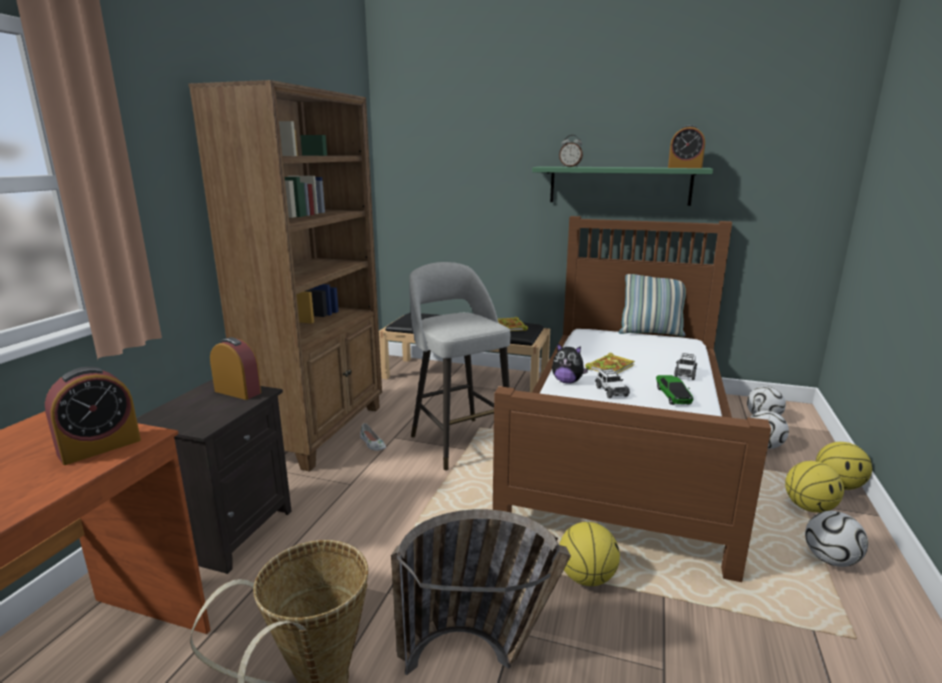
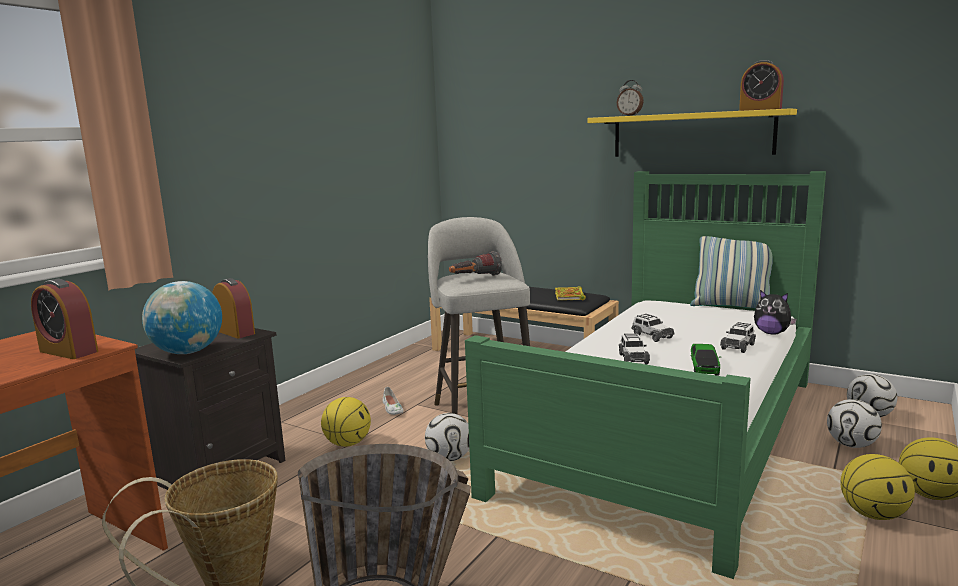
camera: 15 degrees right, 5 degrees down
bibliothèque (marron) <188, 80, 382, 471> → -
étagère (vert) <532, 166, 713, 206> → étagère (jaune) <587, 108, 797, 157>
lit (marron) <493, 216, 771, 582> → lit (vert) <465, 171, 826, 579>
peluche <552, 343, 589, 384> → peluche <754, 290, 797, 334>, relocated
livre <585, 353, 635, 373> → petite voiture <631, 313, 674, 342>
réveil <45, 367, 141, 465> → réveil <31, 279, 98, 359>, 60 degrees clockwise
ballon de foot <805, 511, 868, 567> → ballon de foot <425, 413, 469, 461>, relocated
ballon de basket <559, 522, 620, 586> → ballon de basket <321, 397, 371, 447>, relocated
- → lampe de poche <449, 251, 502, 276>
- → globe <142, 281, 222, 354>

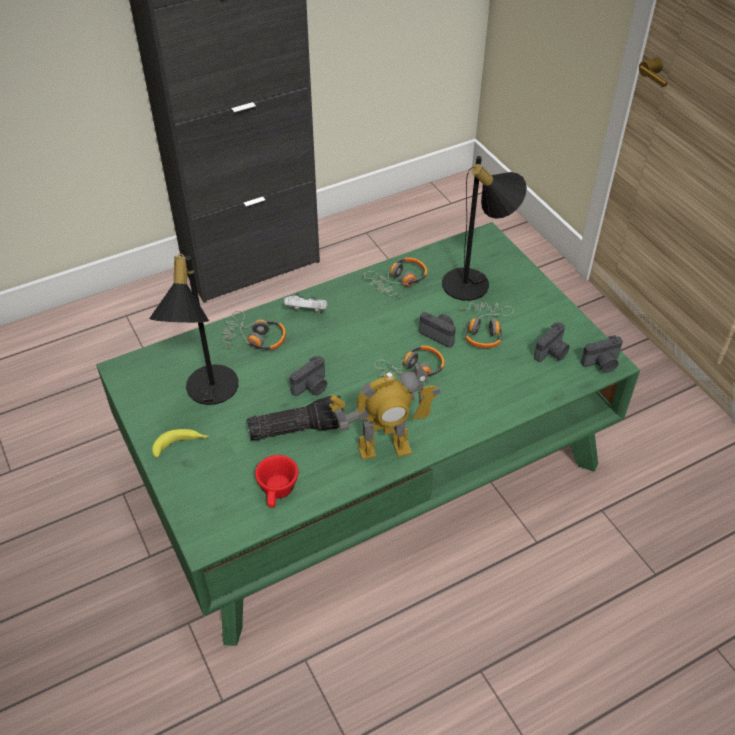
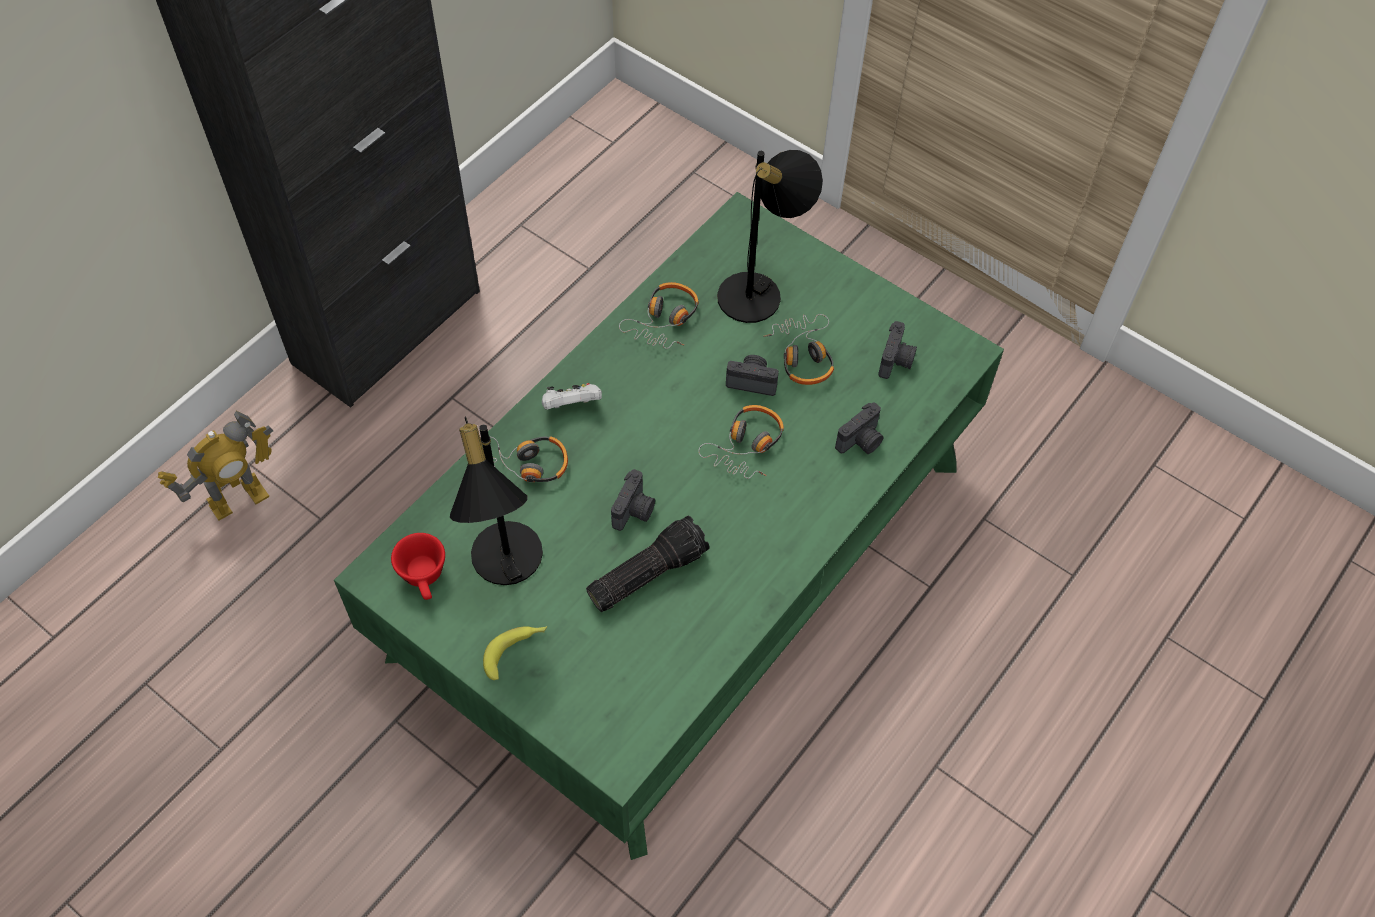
camera: 25 degrees left, 10 degrees up
appareil photo <581, 335, 623, 373> → appareil photo <835, 403, 884, 454>, relocated
robot jouet <329, 362, 441, 460> → robot jouet <158, 411, 273, 521>, relocated
tasse (rouge) <255, 455, 298, 508> → tasse (rouge) <391, 533, 445, 600>, relocated

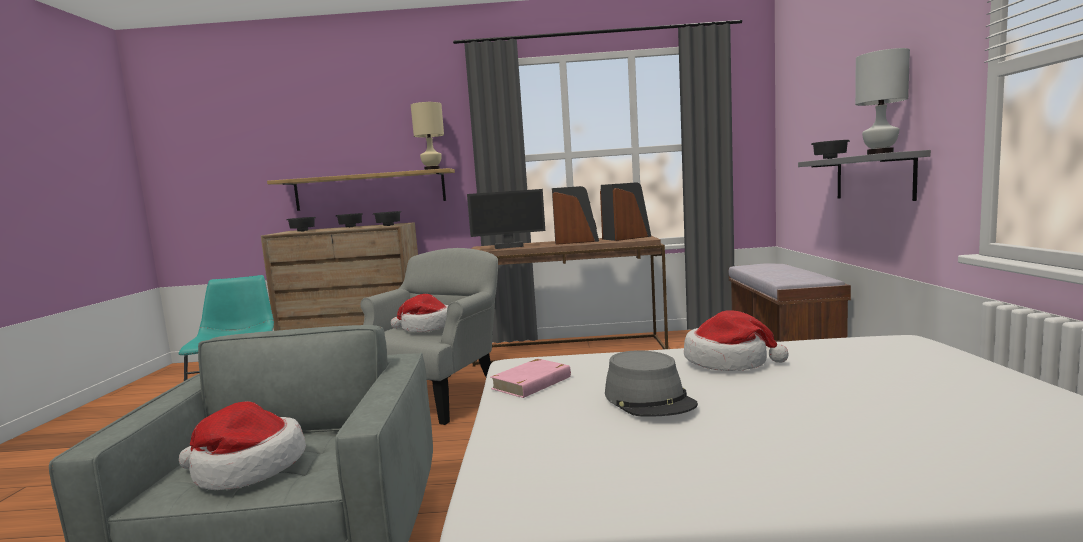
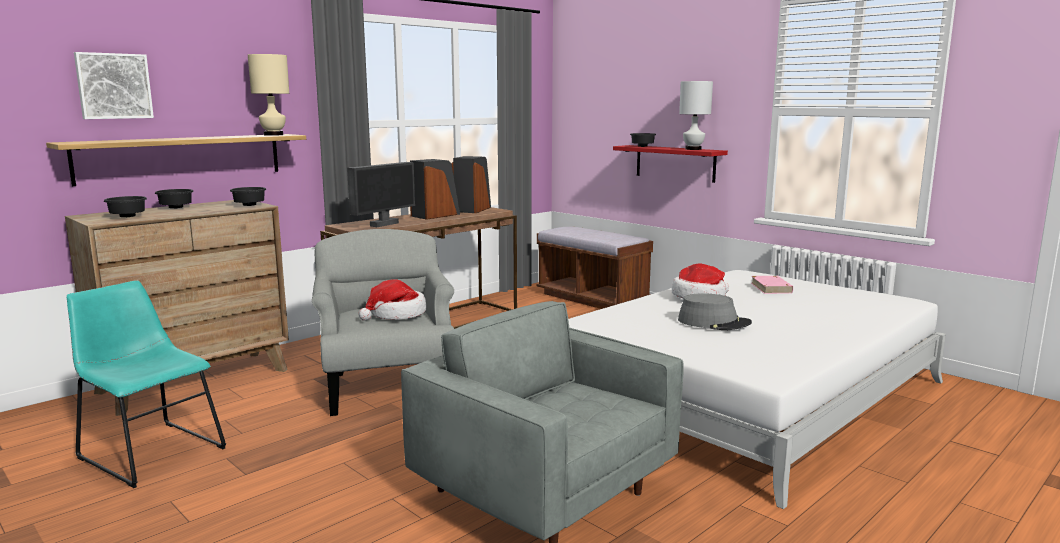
camera: 45 degrees left, 5 degrees up
étagère (gris) <798, 150, 931, 201> → étagère (rouge) <613, 145, 728, 183>
livre (rose) <491, 358, 571, 398> → livre (rose) <751, 276, 793, 294>, relocated
chapeau <179, 401, 306, 490> → -
- → tableau <74, 52, 154, 119>

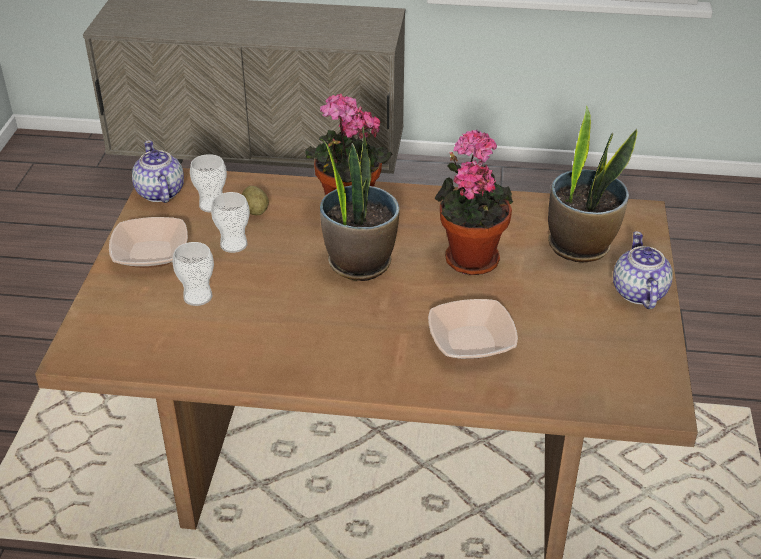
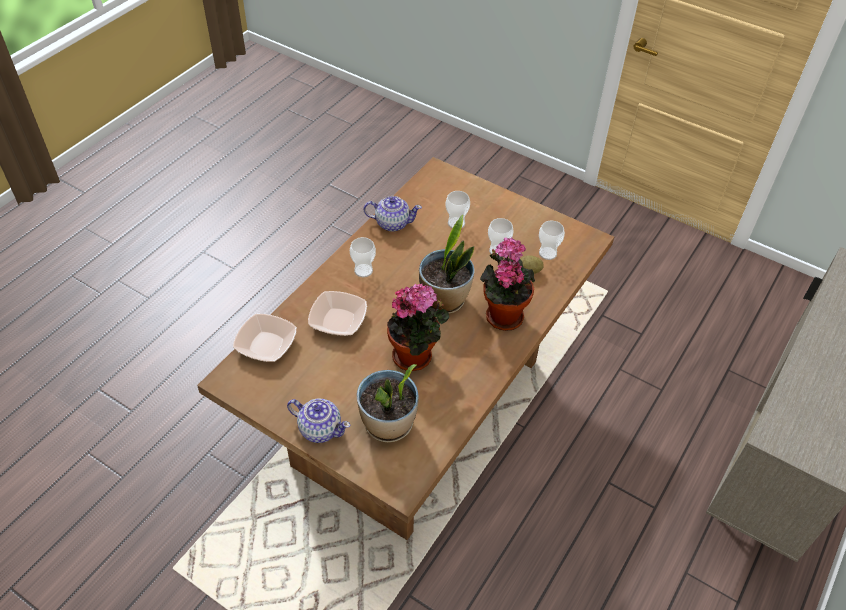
camera: 115 degrees right, 10 degrees up
théière <132, 140, 184, 203> → théière <364, 196, 422, 232>, relocated
bol <109, 217, 188, 268> → bol <233, 314, 297, 362>, relocated
- → tasse <350, 237, 376, 277>

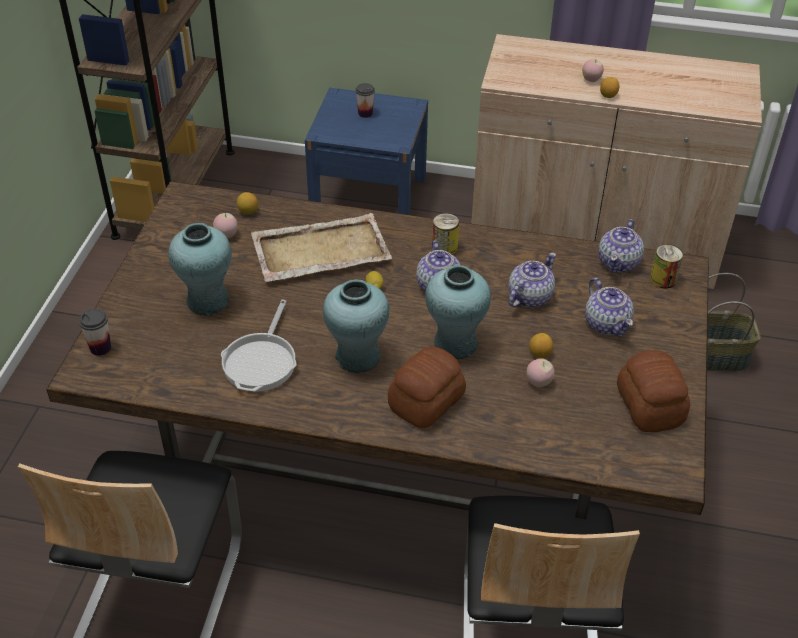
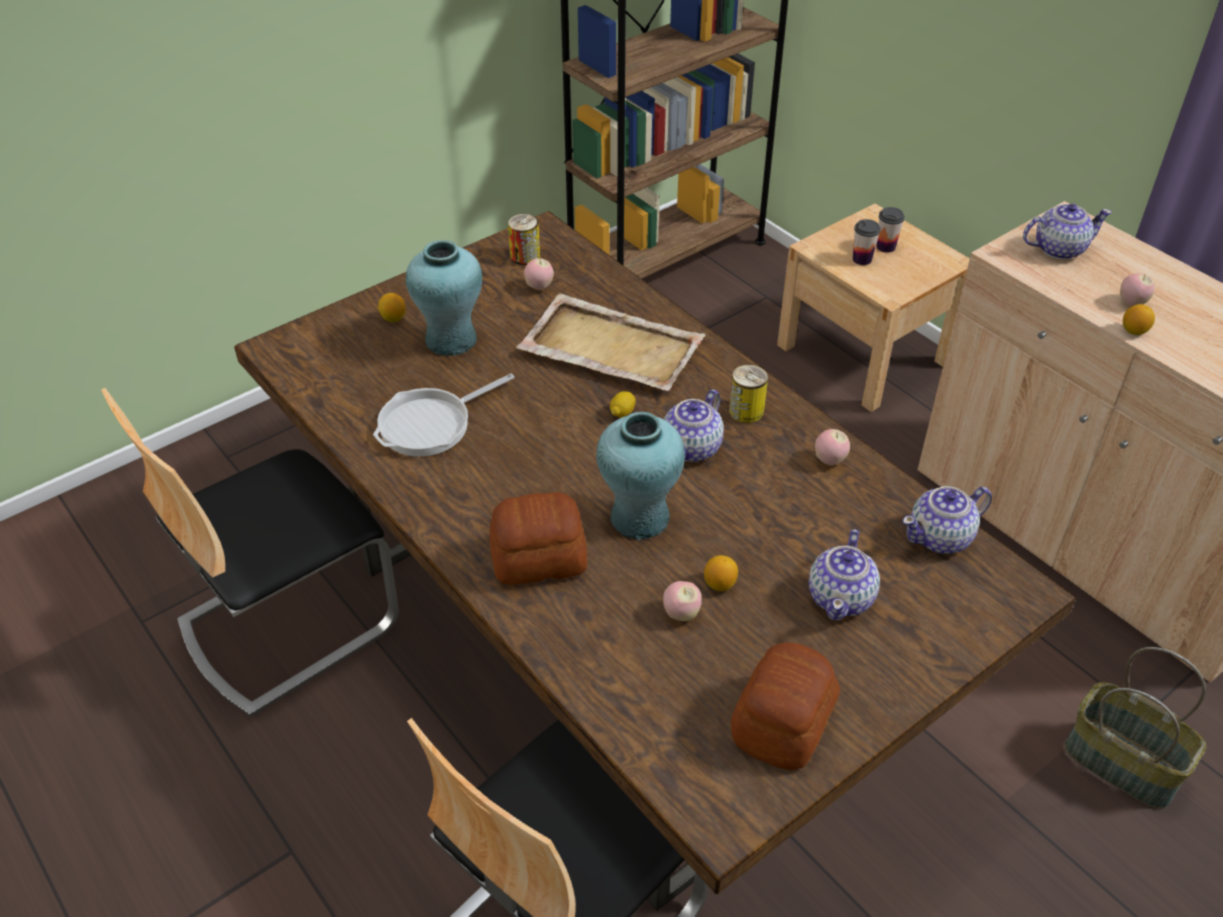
camera: 40 degrees right, 0 degrees up
table de chevet (bleu) <305, 88, 428, 215> → table de chevet (beige) <777, 203, 970, 412>
citron <237, 192, 258, 215> → citron <378, 293, 406, 322>, relocated
boîte métallique <650, 244, 683, 288> → boîte métallique <508, 214, 540, 265>, relocated
théière <508, 252, 556, 307> → théière <1023, 204, 1112, 260>, relocated
vase (turquoise) <323, 280, 389, 373> → -
tasse <79, 308, 111, 356> → tasse <853, 219, 881, 265>, relocated
- → pomme <815, 429, 850, 465>

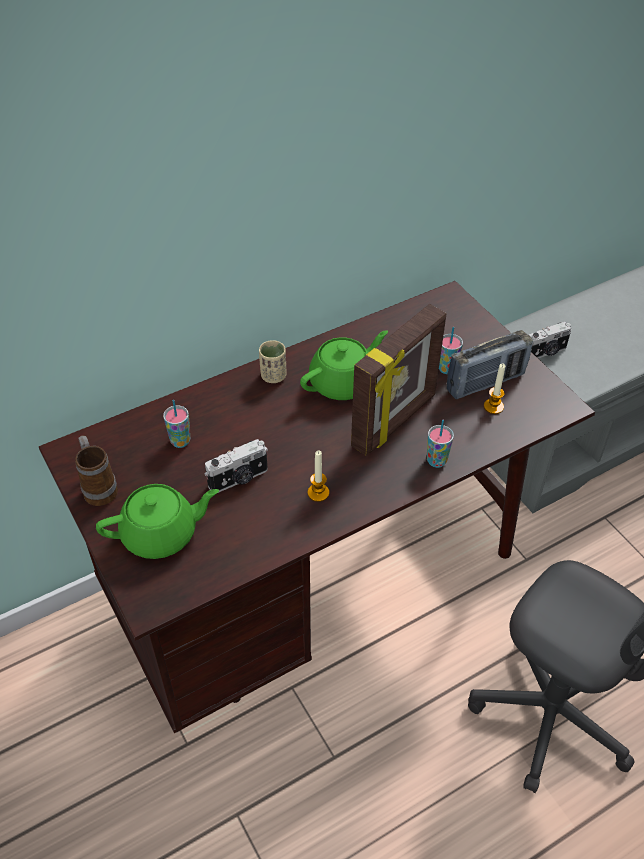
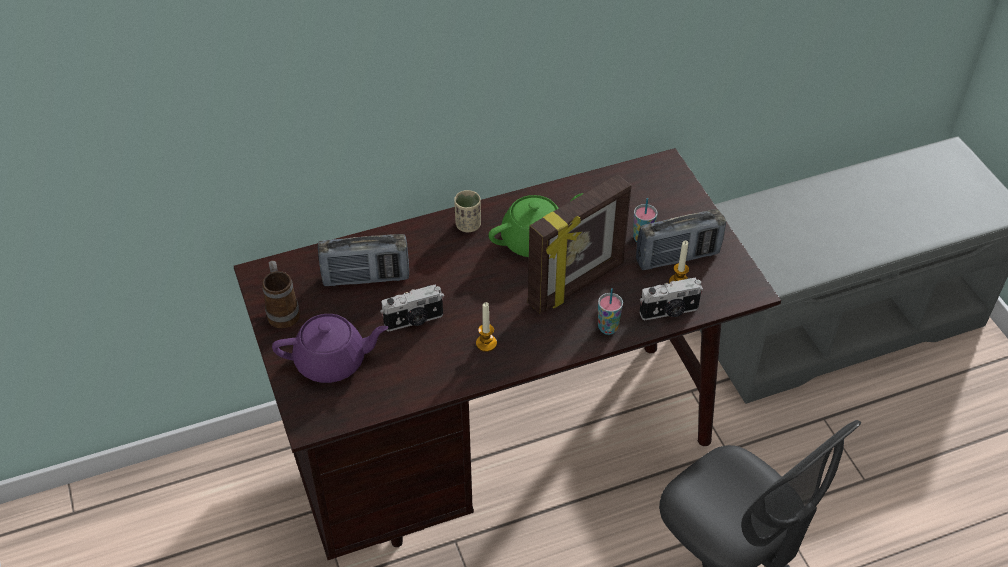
camera: 10 degrees right, 0 degrees up
appareil photo <528, 322, 571, 358> → appareil photo <639, 277, 703, 320>, relocated
tasse <163, 400, 190, 448> → radio <318, 234, 409, 286>
théière (vert) <96, 484, 219, 559> → théière (violet) <272, 314, 389, 383>

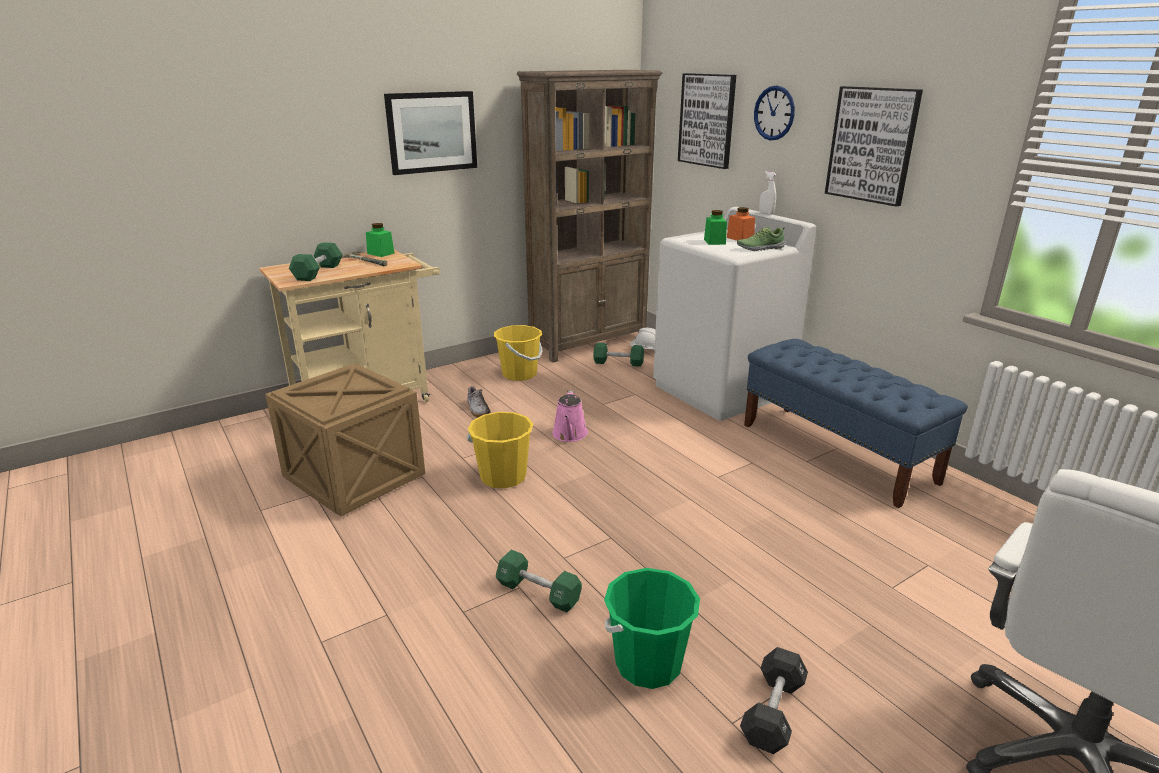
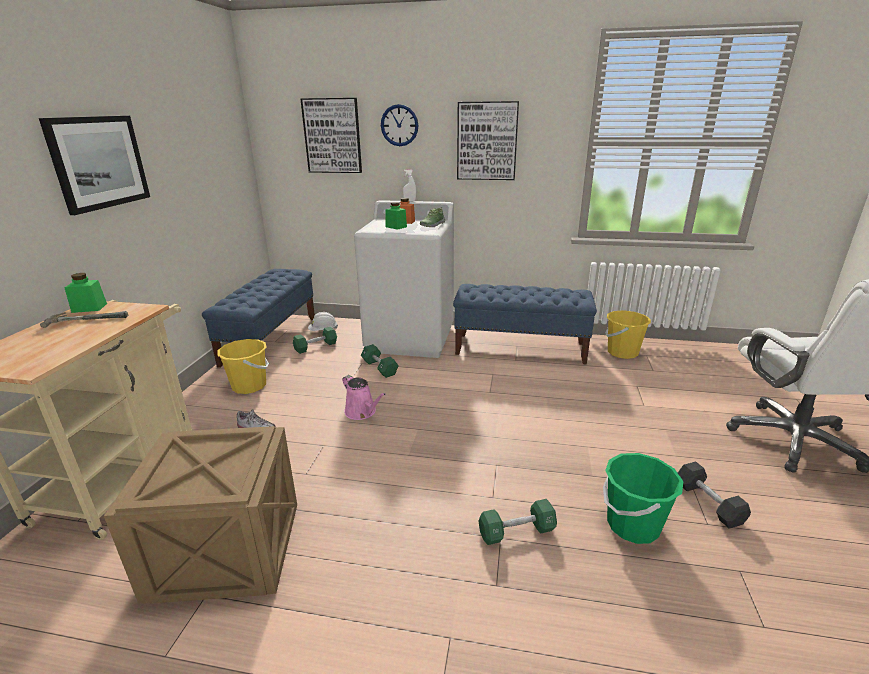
camera: 45 degrees left, 0 degrees up
bibliothèque (marron) <517, 70, 663, 362> → banc (bleu) <202, 269, 315, 368>
haltère (vert) <289, 242, 343, 281> → haltère (vert) <361, 344, 399, 378>, relocated
seau (jaune) <467, 412, 533, 489> → seau (jaune) <605, 310, 651, 359>, relocated

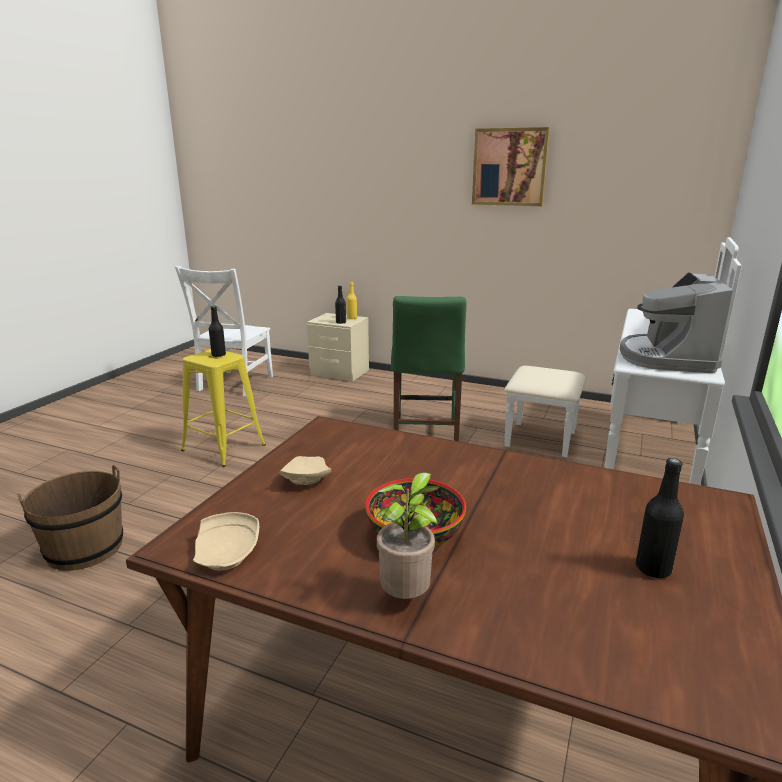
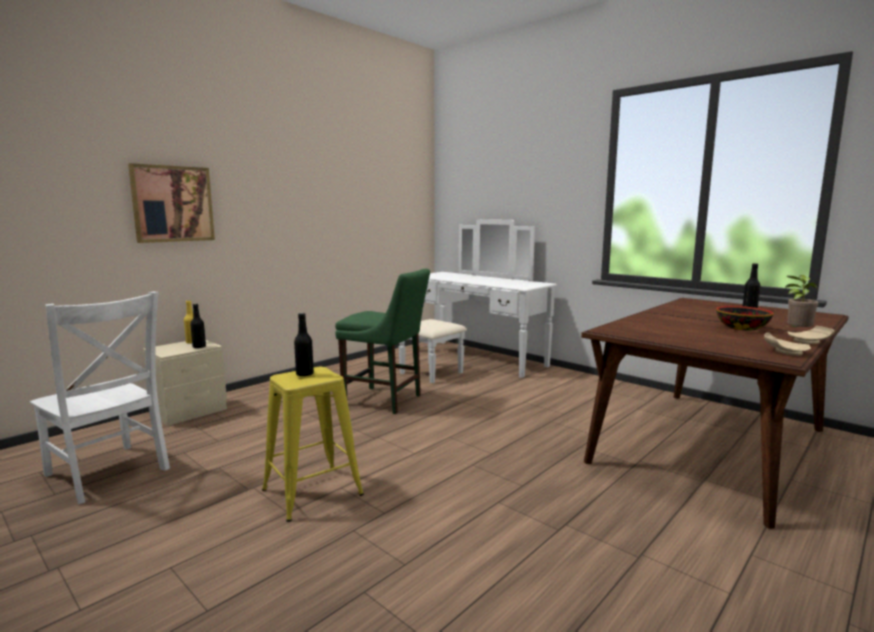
camera: 70 degrees left, 10 degrees down
tableau <472, 127, 550, 206> → tableau <128, 163, 215, 243>, relocated
machine à café <619, 272, 733, 373> → -
assiette (beige) <279, 456, 331, 485> → assiette (beige) <788, 326, 834, 344>, relocated
seau (marron) <17, 464, 123, 571> → -

